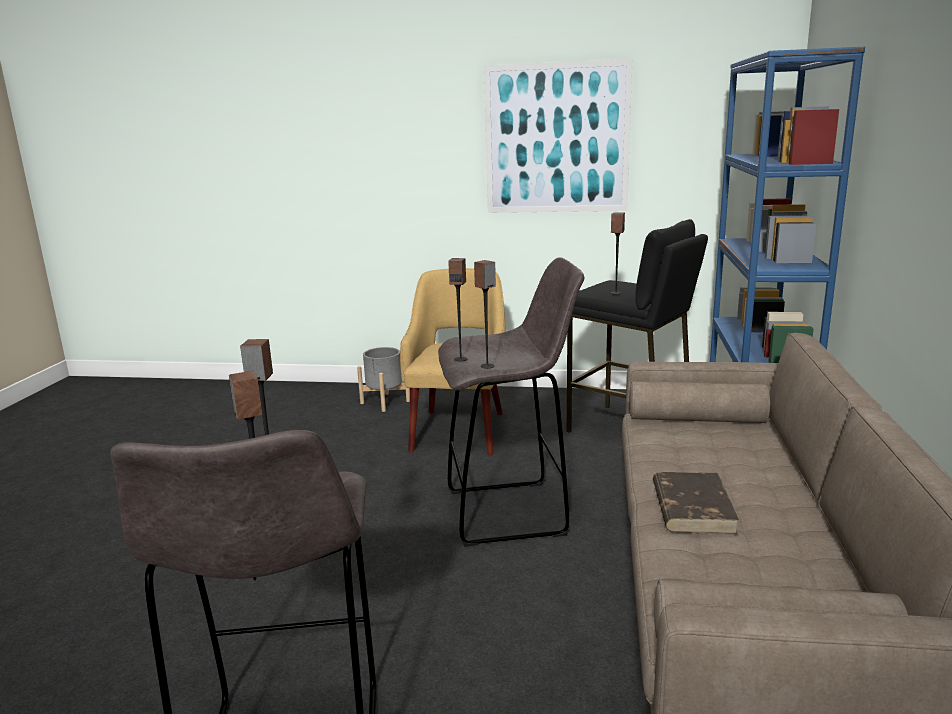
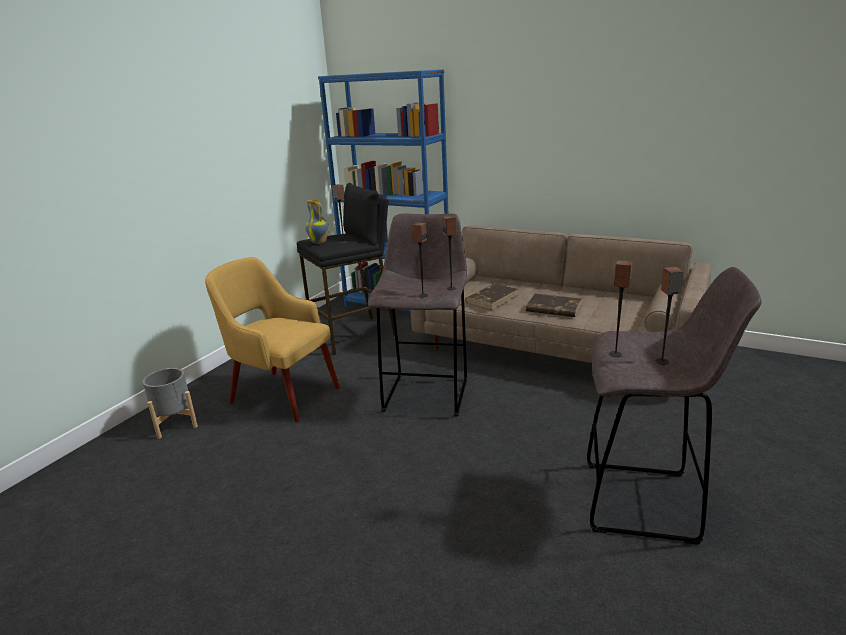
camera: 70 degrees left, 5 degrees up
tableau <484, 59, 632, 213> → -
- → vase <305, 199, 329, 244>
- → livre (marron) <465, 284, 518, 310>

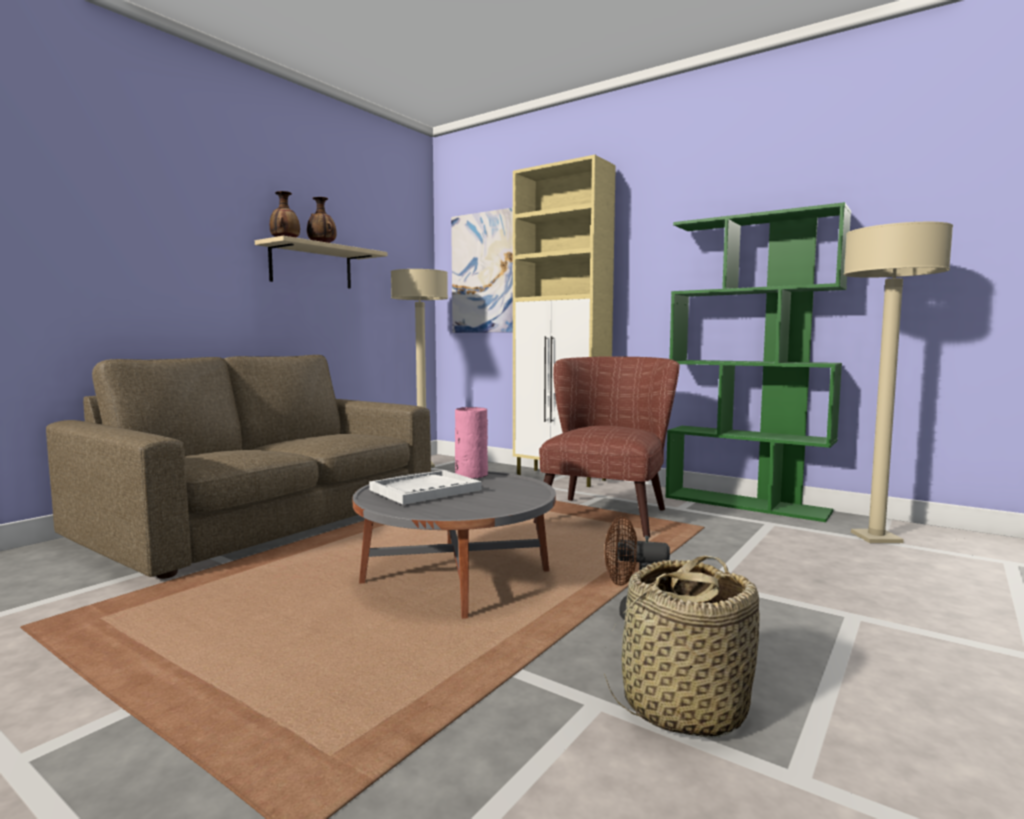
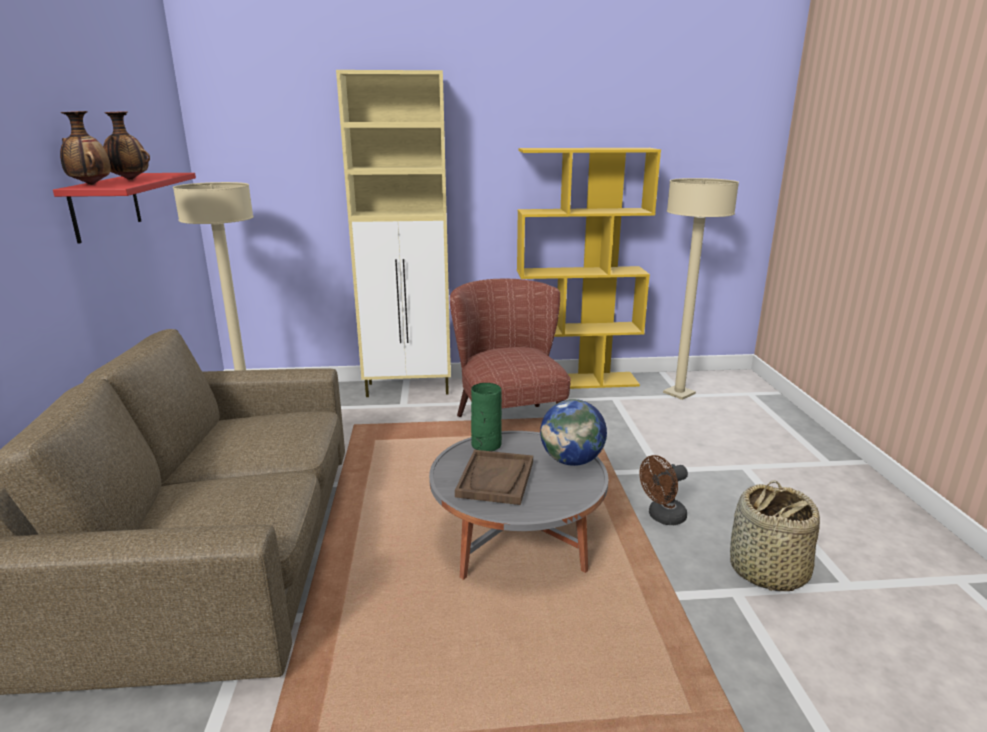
camera: 40 degrees left, 15 degrees up
bibliothèque (vert) <665, 202, 851, 522> → bibliothèque (jaune) <517, 148, 661, 389>
tableau <451, 208, 513, 333> → -
étagère (beige) <255, 236, 388, 289> → étagère (rouge) <53, 173, 196, 244>
vase (rose) <455, 407, 488, 479> → vase (vert) <471, 383, 502, 451>
plateau (blanc) <369, 470, 482, 505> → plateau (marron) <455, 450, 533, 505>
- → globe <540, 399, 607, 466>

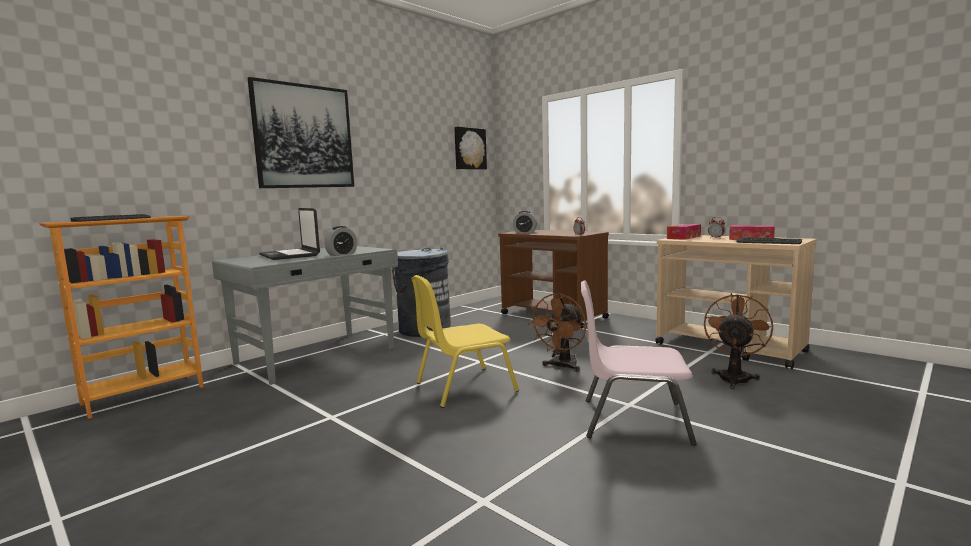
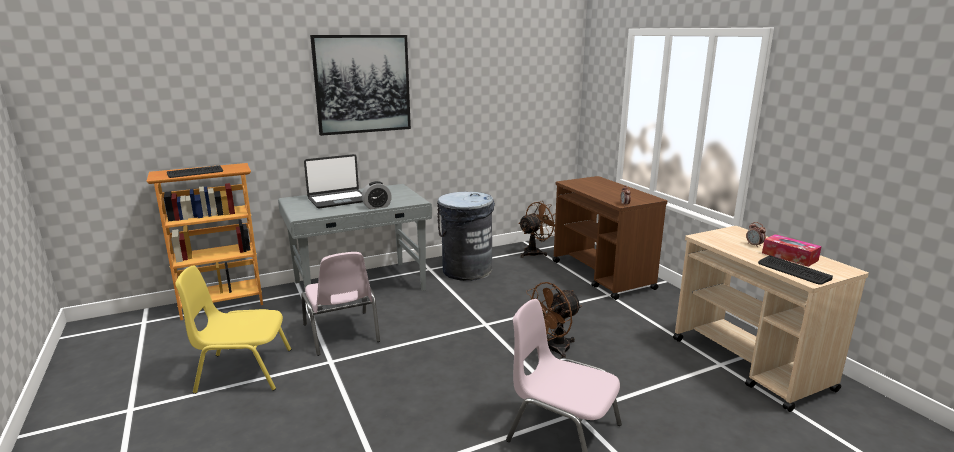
camera: 20 degrees right, 10 degrees up
tableau <454, 127, 487, 170> → -
ordinateur portable <259, 208, 320, 260> → ordinateur portable <304, 154, 363, 209>, 105 degrees counterclockwise
réveil <513, 211, 537, 233> → -
boîte à mouchoirs <667, 224, 701, 240> → -
chaise (jaune) <411, 275, 519, 408> → chaise (jaune) <175, 265, 291, 394>, relocated
ventilateur (marron) <704, 293, 773, 389> → ventilateur (marron) <518, 201, 555, 258>, relocated
- → chaise (rose) <301, 252, 380, 356>

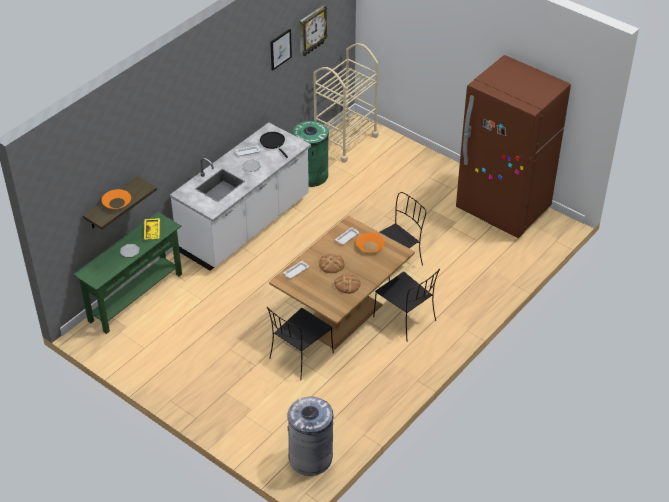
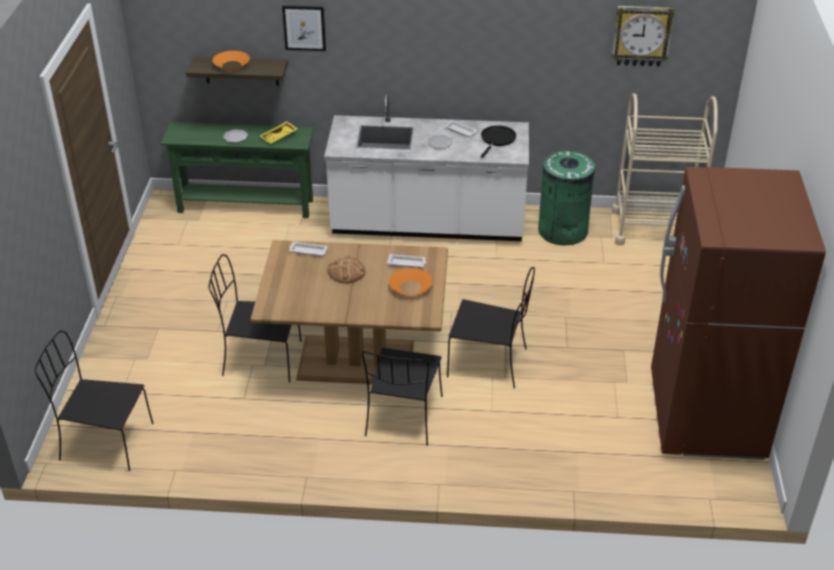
camera: 55 degrees right, 5 degrees down
tableau <270, 29, 292, 70> → tableau <282, 5, 326, 51>, relocated
pain <334, 272, 361, 294> → -
poubelle (gris) <288, 397, 333, 476> → chaise (noir) <34, 331, 154, 471>

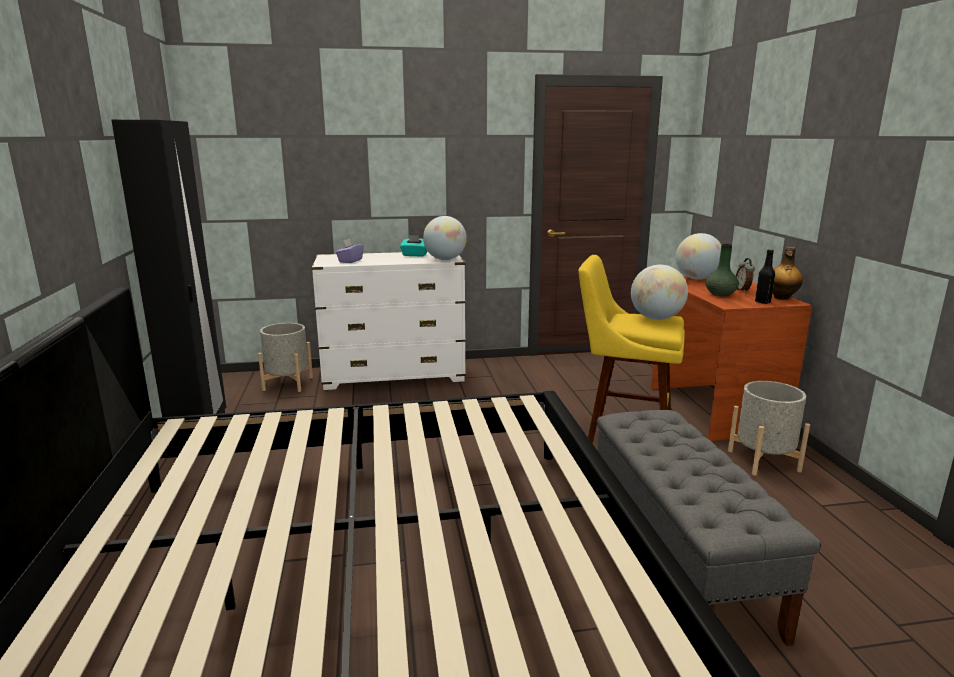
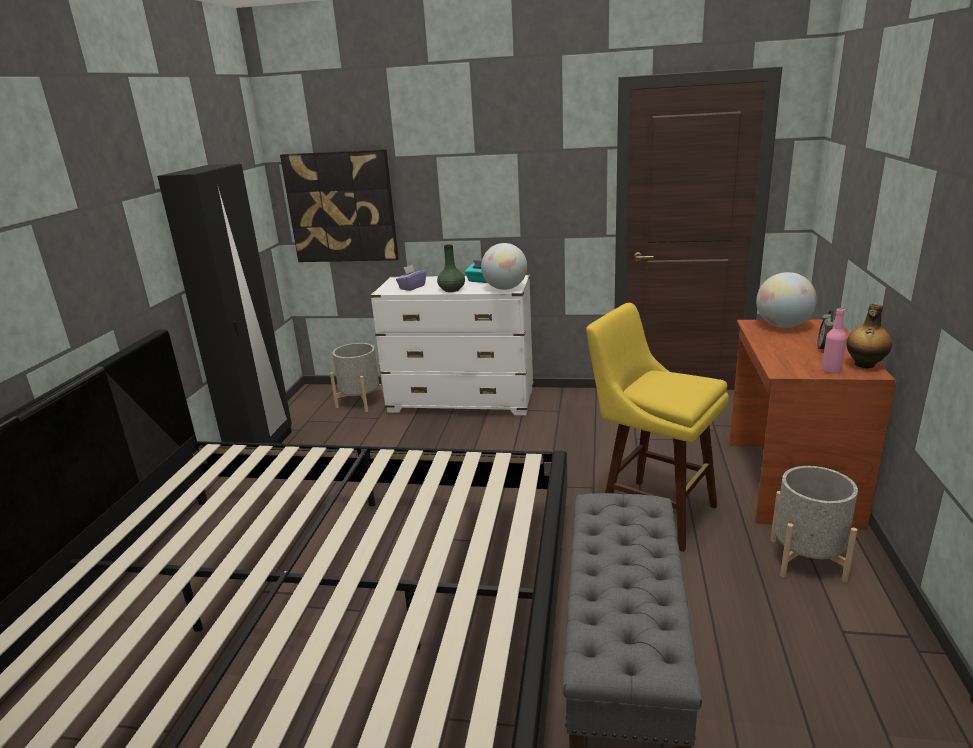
camera: 20 degrees right, 5 degrees up
vase (vert) <706, 244, 739, 297> → vase (vert) <437, 244, 465, 292>, relocated
bouteille (noir) <755, 249, 775, 304> → bouteille (rose) <822, 308, 847, 374>
globe <631, 265, 688, 320> → -
- → tableau <280, 149, 399, 262>

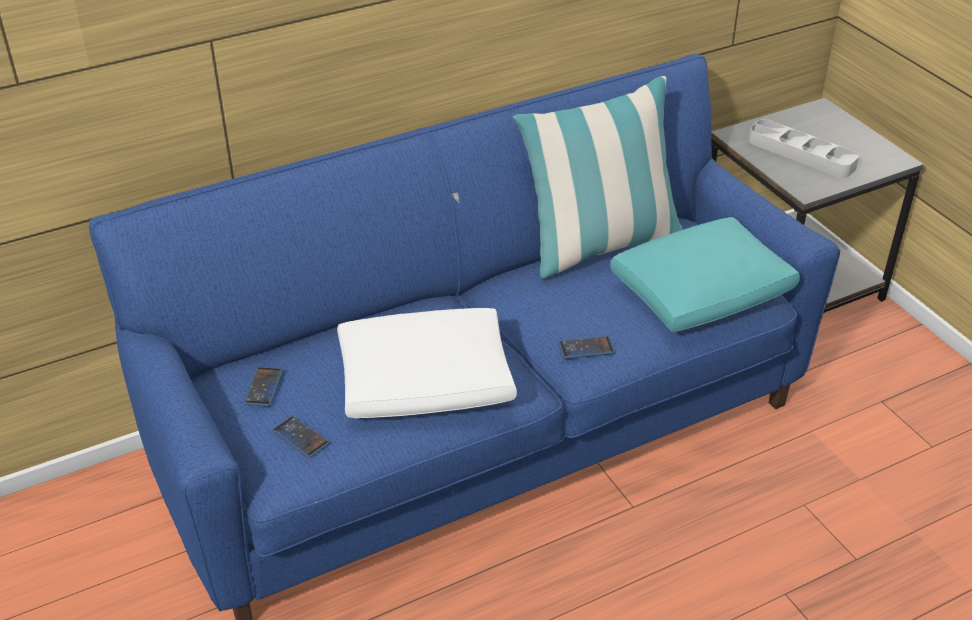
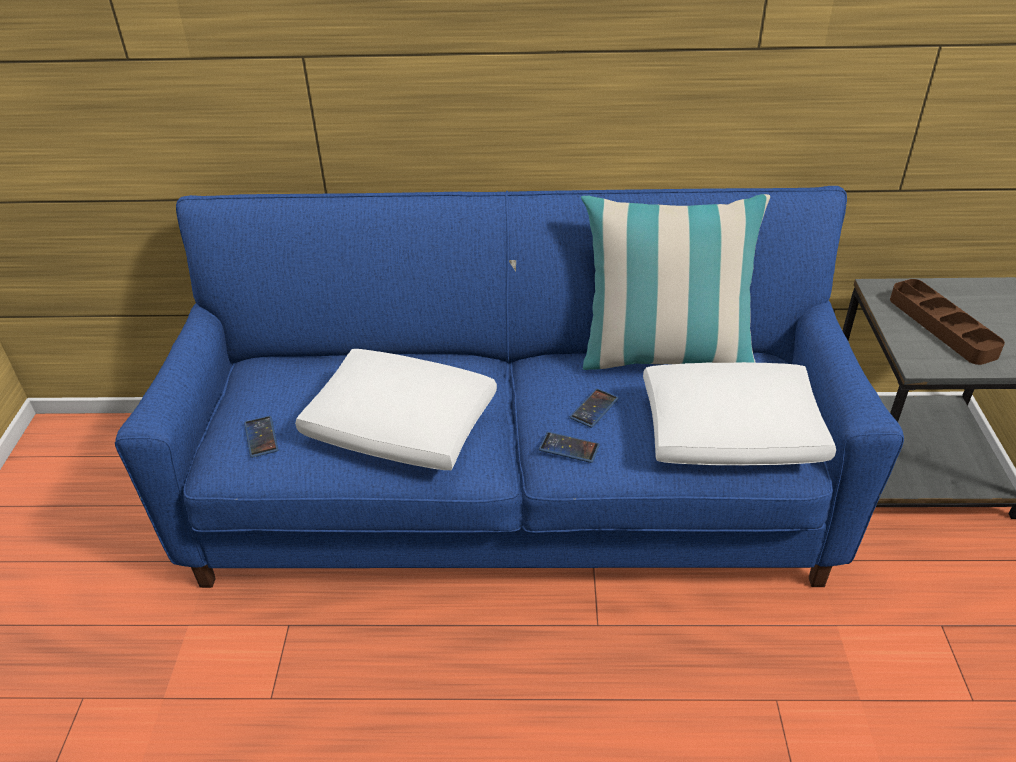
camera: 30 degrees right, 0 degrees up
plateau (gris) <749, 119, 859, 178> → plateau (marron) <890, 279, 1005, 365>
coussin (turquoise) <610, 217, 800, 332> → coussin (blanc) <643, 362, 836, 465>
téléphone <243, 367, 283, 407> → téléphone <570, 389, 619, 428>, relocated

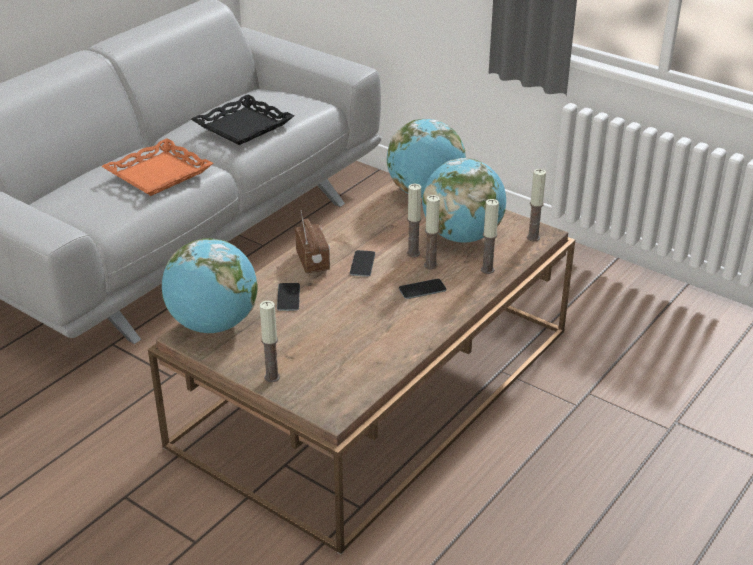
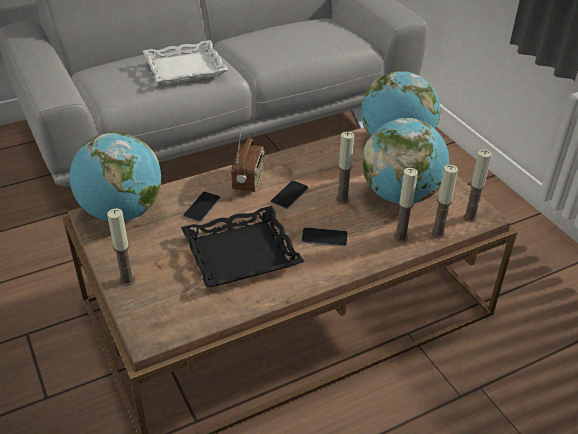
camera: 25 degrees right, 5 degrees up
plateau (noir) <191, 95, 295, 145> → plateau (noir) <181, 206, 304, 287>, relocated
plateau (orange) <101, 138, 213, 196> → plateau (blanc) <143, 40, 229, 85>
bougie <424, 195, 440, 270> → bougie <431, 165, 458, 238>, relocated

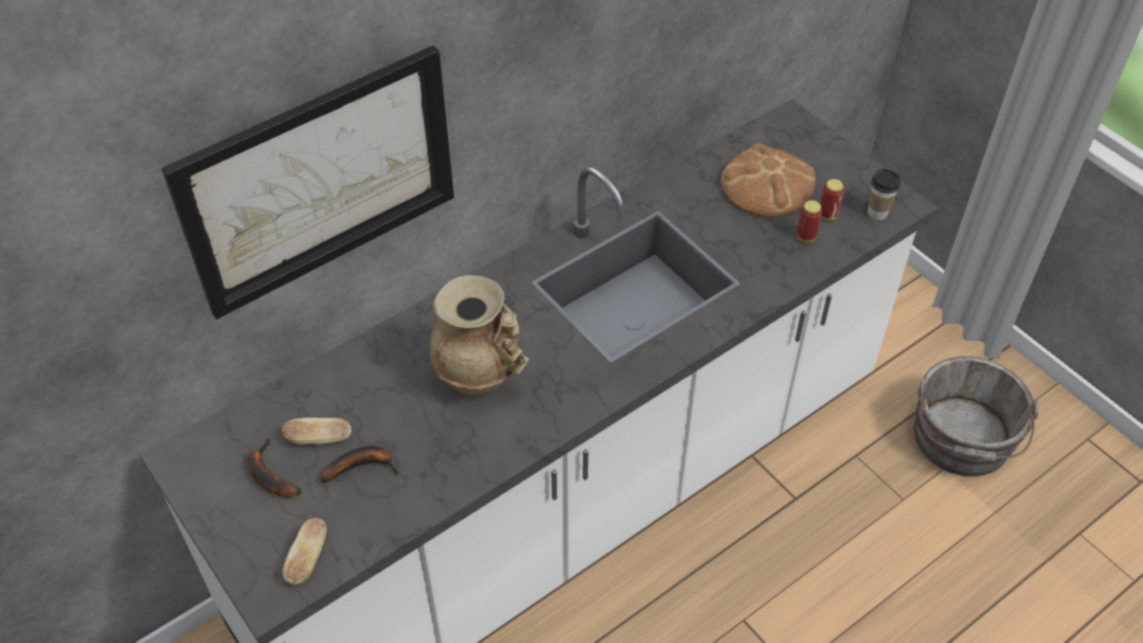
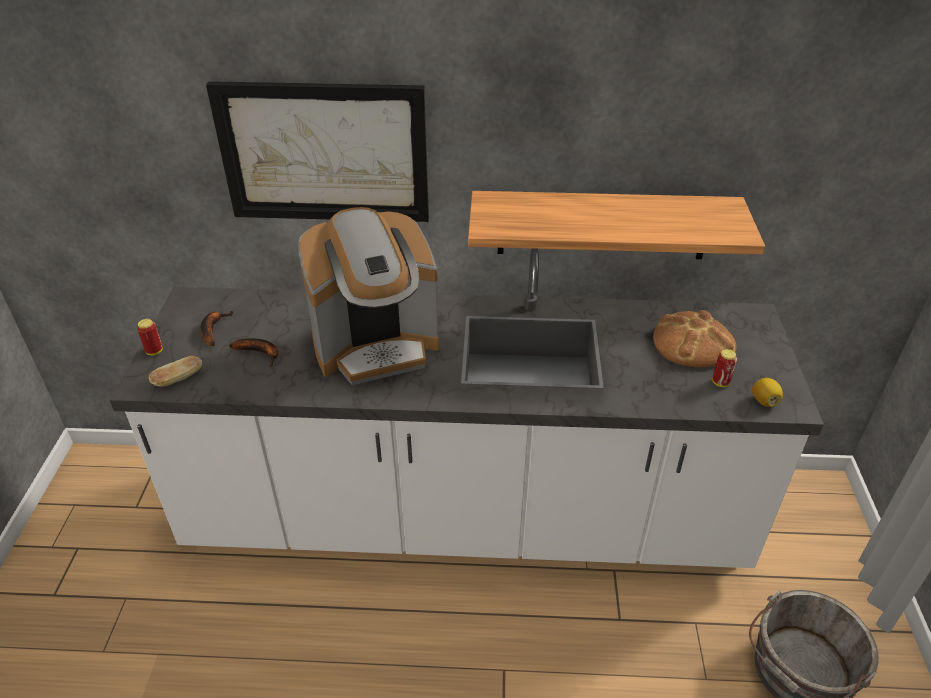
camera: 40 degrees right, 10 degrees down
tasse <868, 169, 901, 220> → citron <752, 378, 783, 407>
boîte métallique <797, 200, 822, 242> → boîte métallique <137, 319, 163, 355>, relocated
vase (beige) <430, 275, 529, 397> → machine à café <297, 207, 439, 385>
pain <282, 418, 351, 445> → -
- → étagère <468, 191, 765, 259>

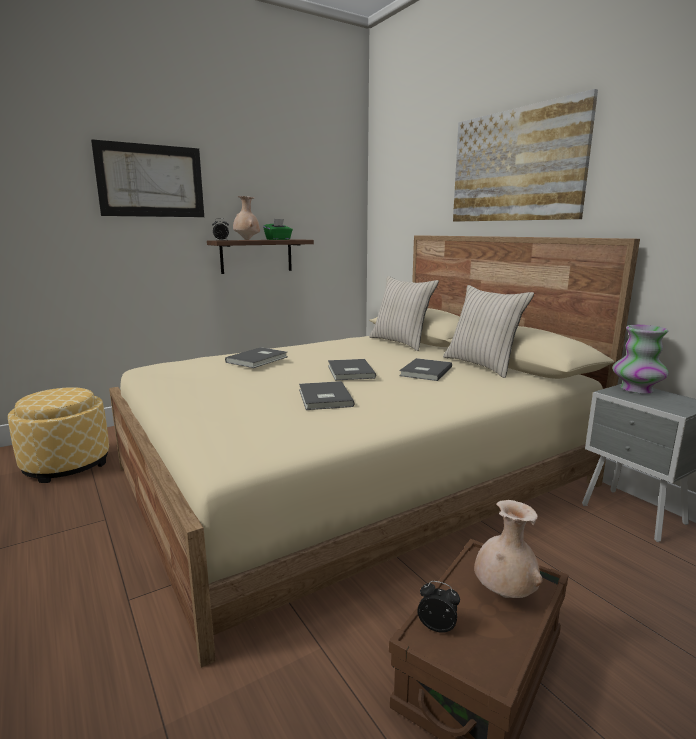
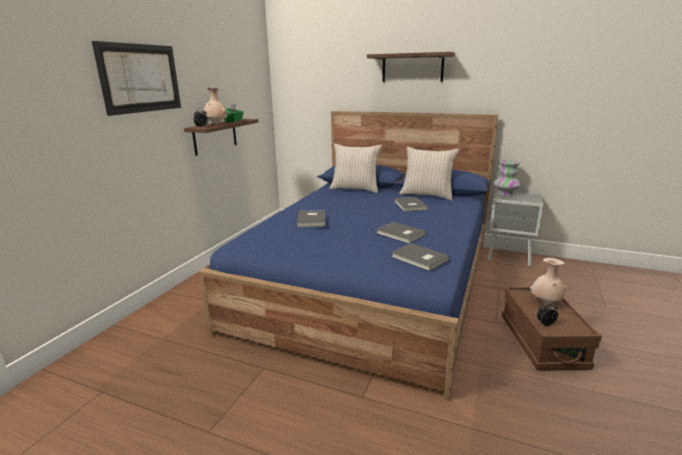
camera: 35 degrees left, 5 degrees up
tableau <453, 89, 598, 222> → étagère <367, 52, 455, 82>
lit (beige) <109, 235, 640, 668> → lit (bleu) <199, 111, 498, 401>
livre (gris) <328, 359, 376, 380> → livre (gris) <391, 243, 449, 271>, relocated
pouf <8, 387, 109, 483> → -

